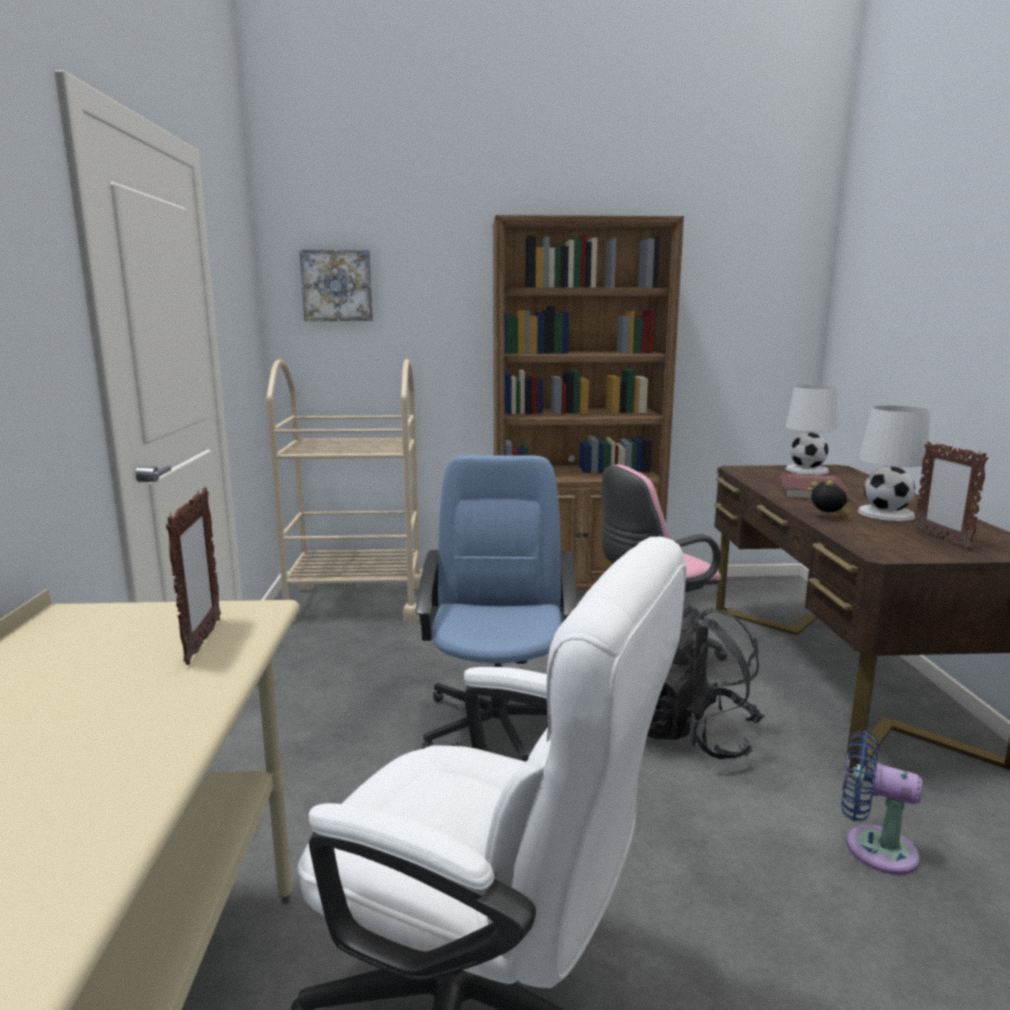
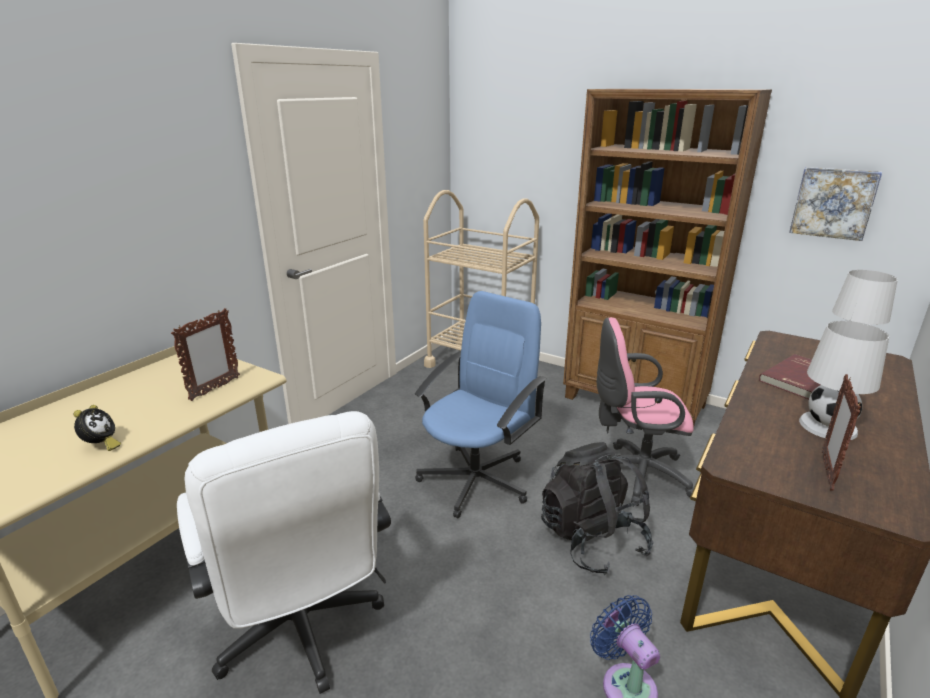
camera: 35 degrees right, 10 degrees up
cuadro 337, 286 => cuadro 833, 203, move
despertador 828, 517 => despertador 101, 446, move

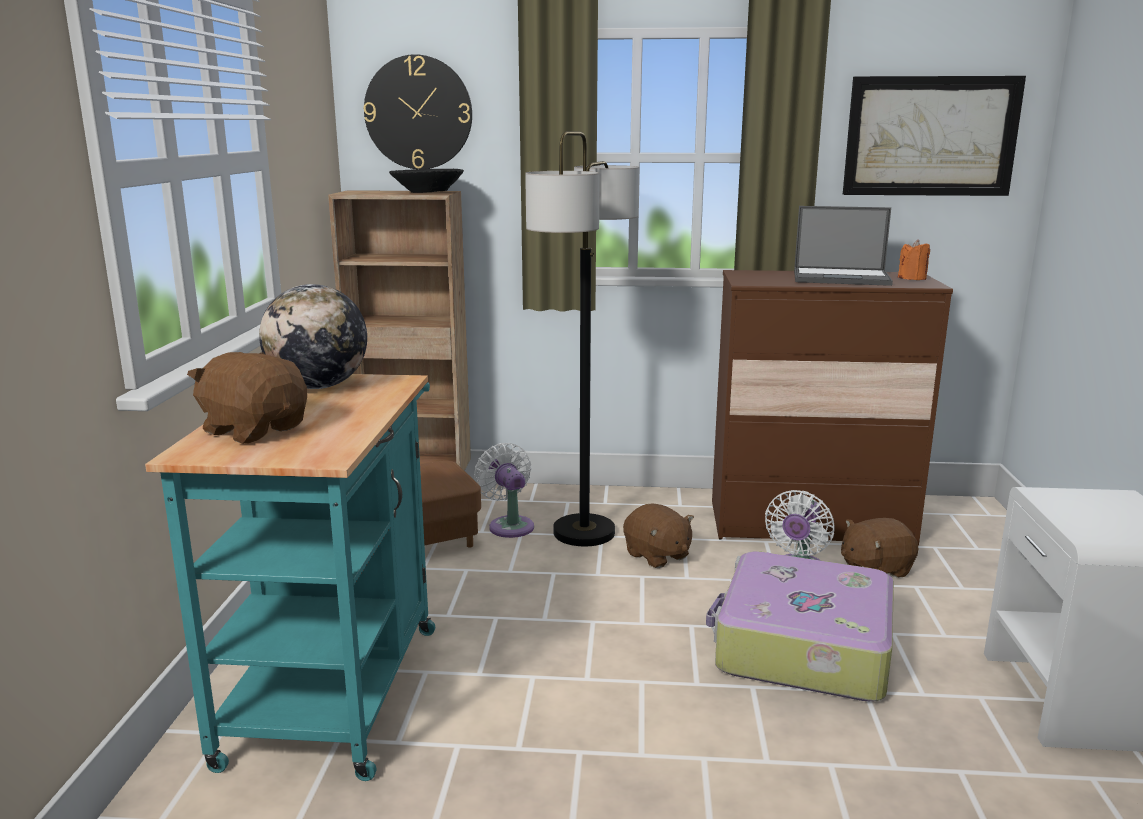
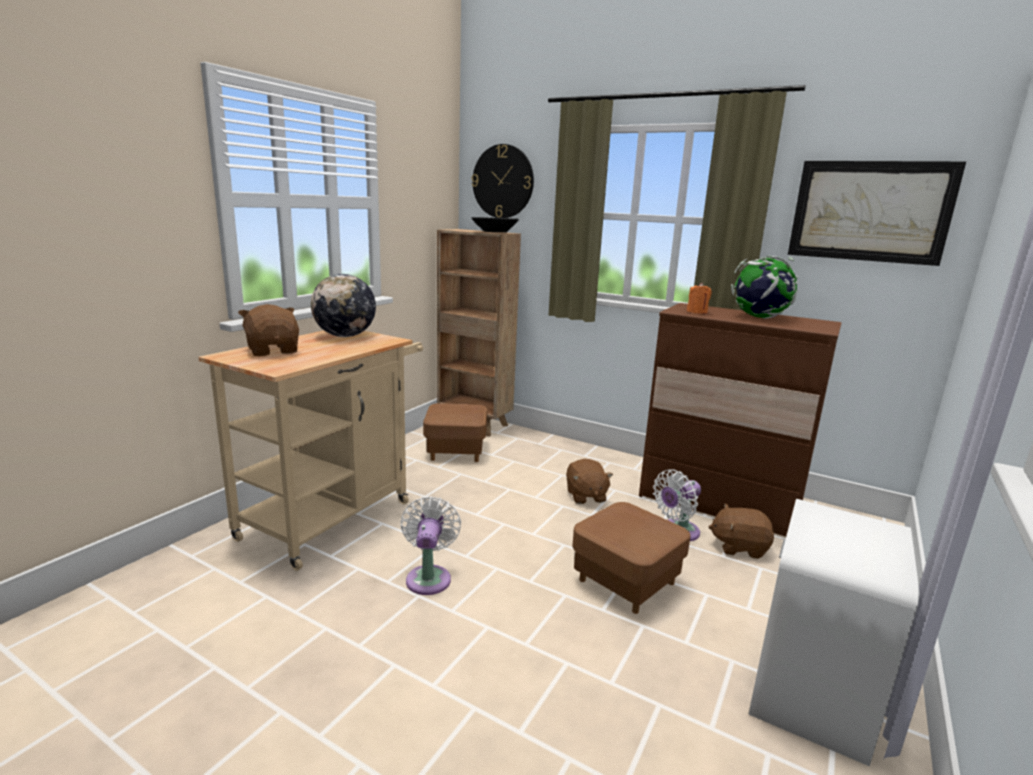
camera: 25 degrees right, 0 degrees up
lámpara de pie 584, 532 => nothing
portátil 842, 278 => globo terráqueo 759, 317
vela/naranja 912, 278 => vela/naranja 697, 312, move
carrito/turquesa 338, 682 => carrito/beis 334, 515
ventilador/blanco 509, 525 => ventilador/blanco 429, 577, move
maleta 801, 647 => puf/marrón 626, 581

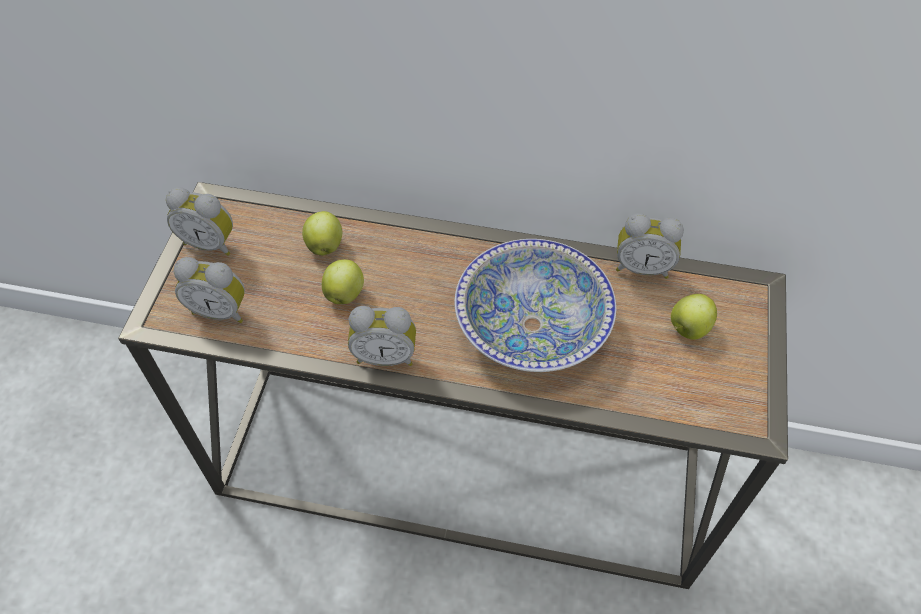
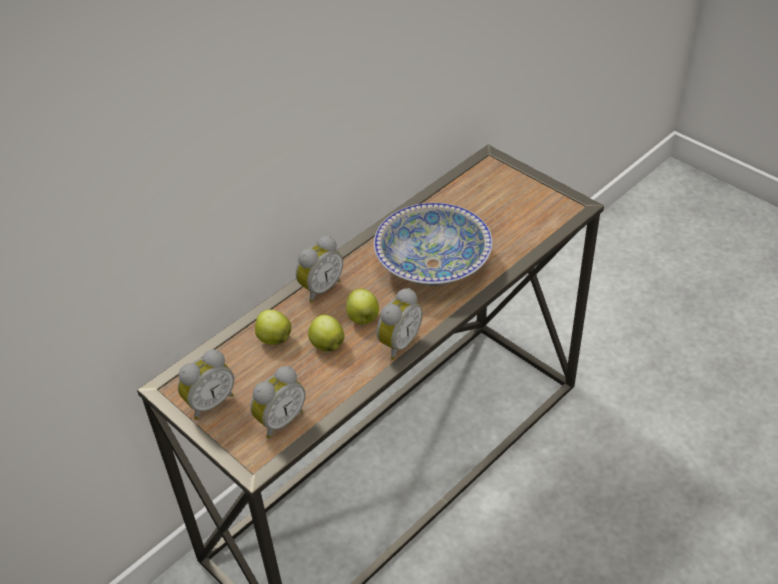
camera: 55 degrees left, 10 degrees down
despertador 642, 267 => despertador 320, 288, move
manzana 688, 329 => manzana 363, 319, move

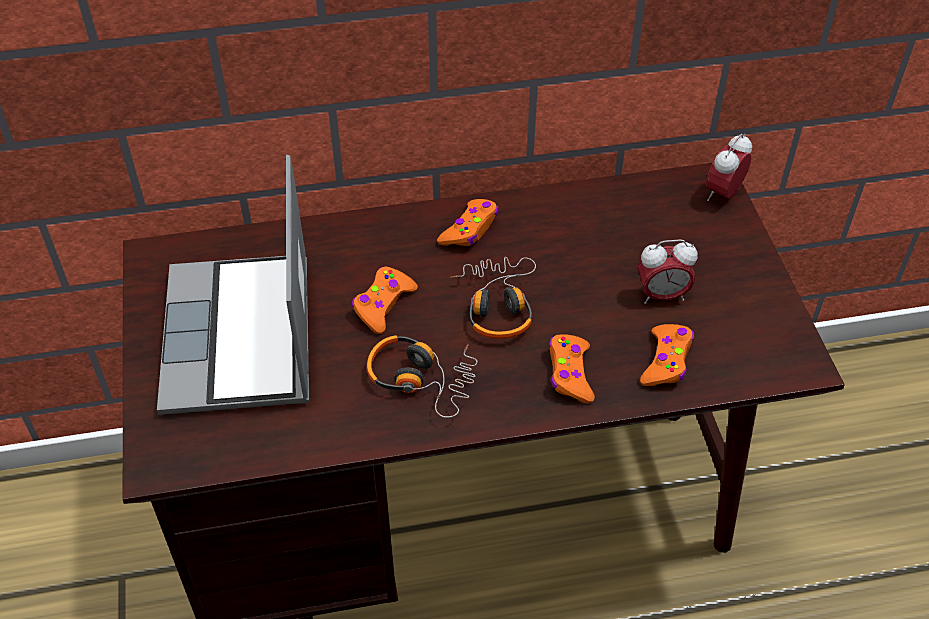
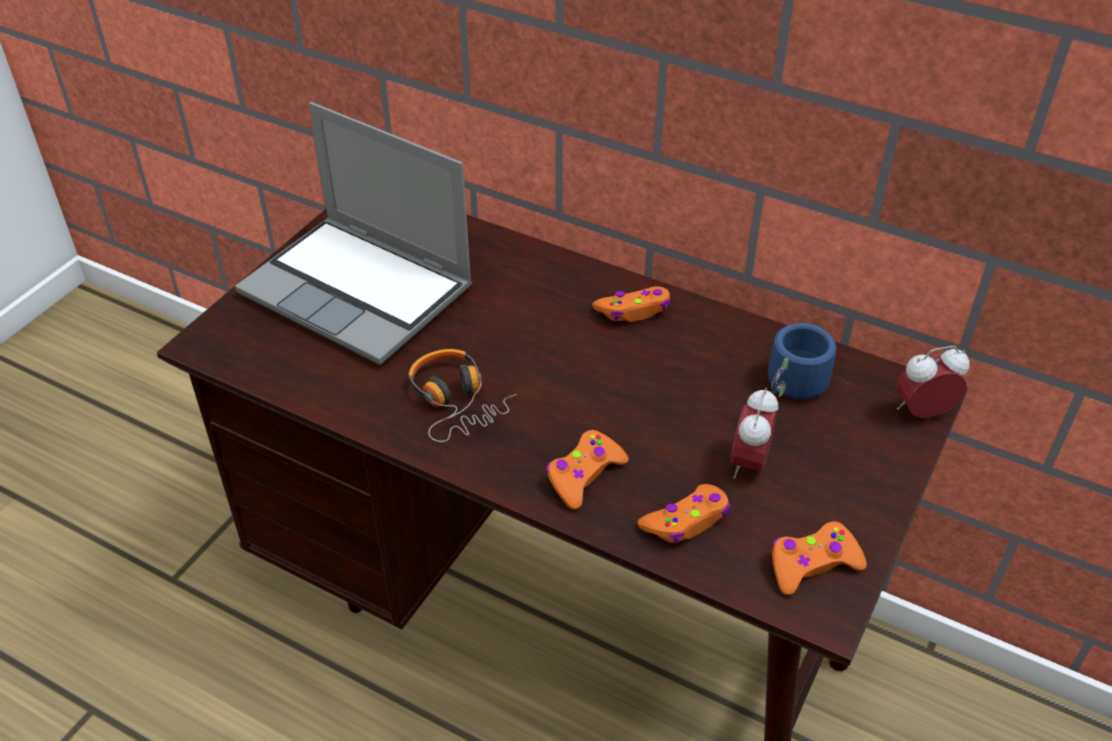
camera: 40 degrees right, 5 degrees down
portátil 242, 338 => portátil 360, 291, 90 degrees counterclockwise
despertador 662, 295 => despertador 749, 464, 75 degrees clockwise
auriculares 497, 305 => nothing
mando de consola/naranja 383, 305 => mando de consola/naranja 812, 564, move
nothing => taza grande/azul 796, 387

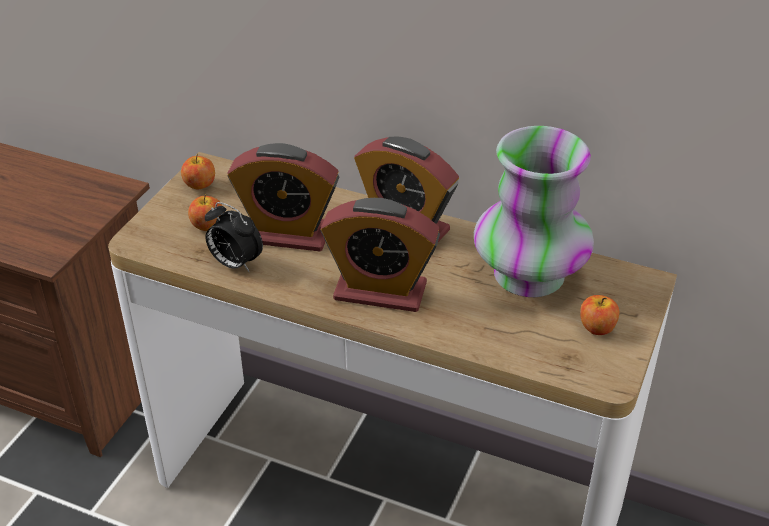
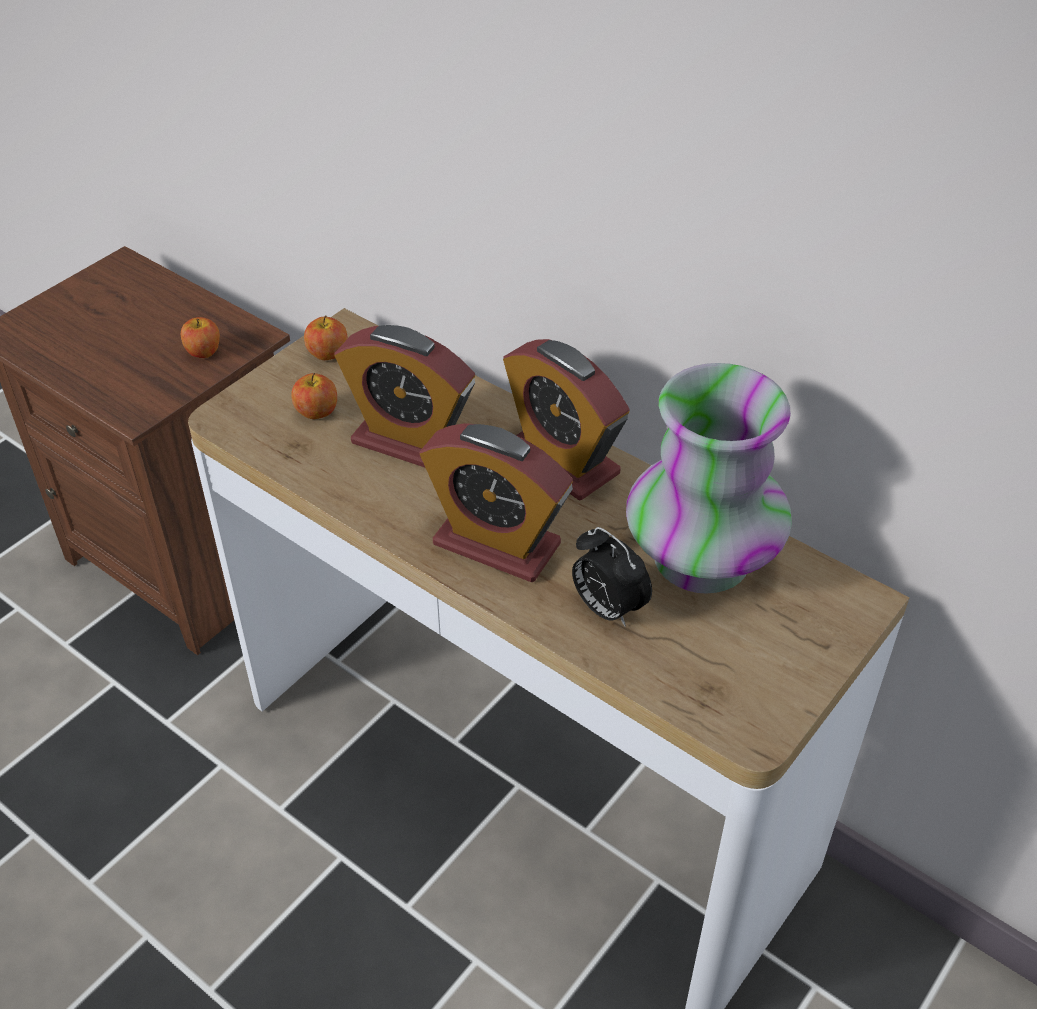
camera: 15 degrees right, 5 degrees up
despertador 235, 264 => despertador 607, 608, move
manzana 597, 328 => manzana 203, 351, move

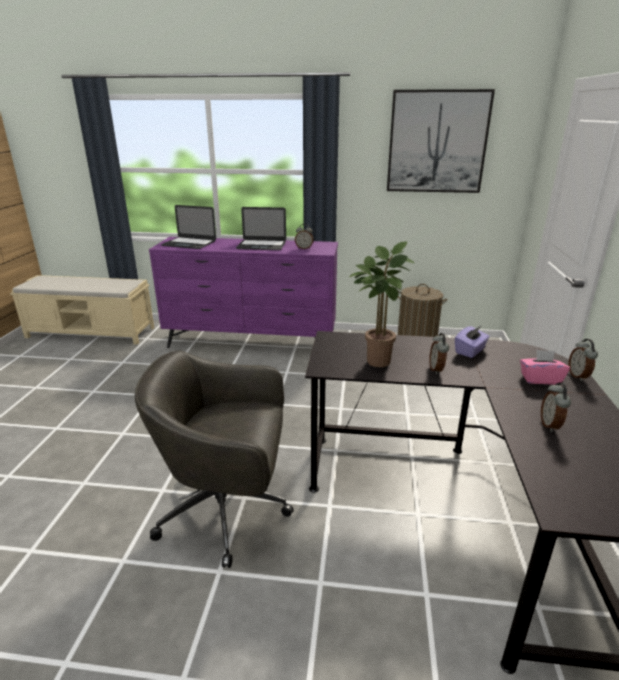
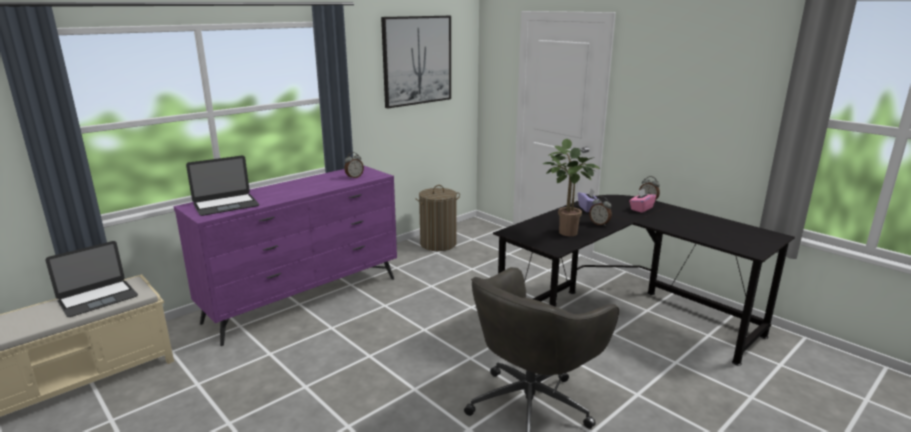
camera: 50 degrees left, 5 degrees down
portátil 261, 245 => portátil 98, 298, move
despertador 550, 425 => nothing

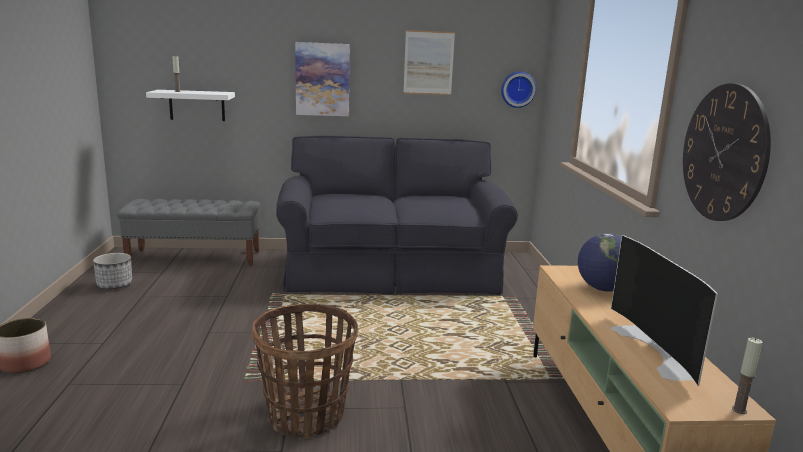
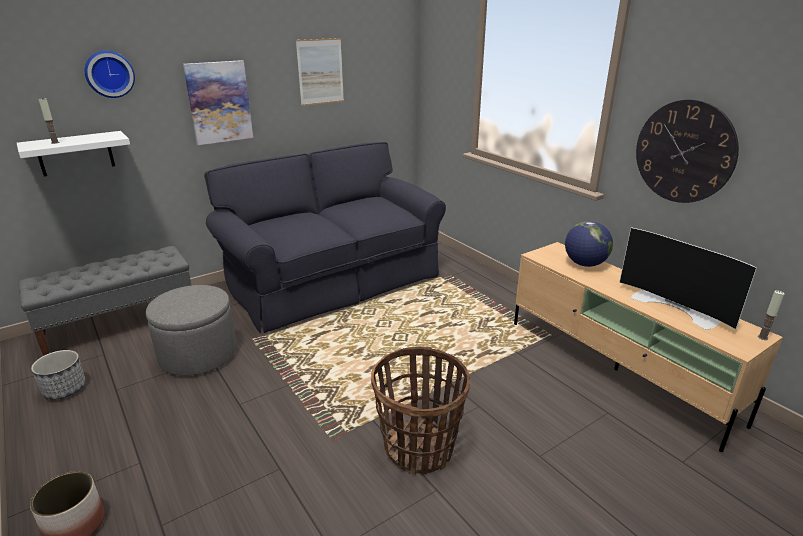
camera: 30 degrees left, 10 degrees up
reloj de pared 517, 89 => reloj de pared 109, 74, move
nothing => puf/gris 198, 354

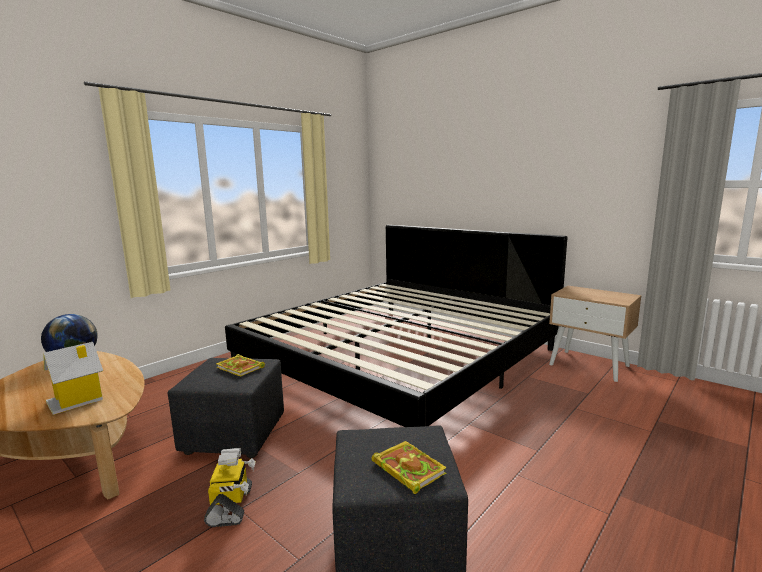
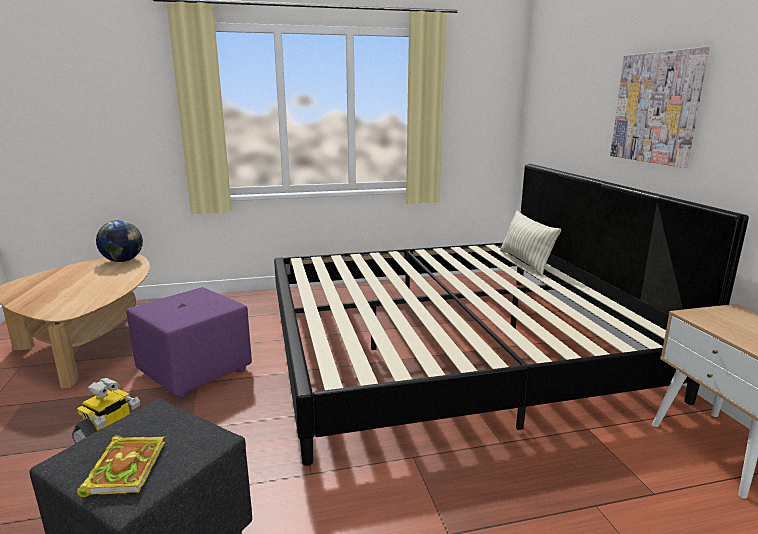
camera: 35 degrees right, 5 degrees up
casita 78, 400 => nothing
libro 241, 368 => nothing
puf/negro 235, 435 => puf/morado 196, 371
nothing => cuadro 656, 108
nothing => cojín 525, 262

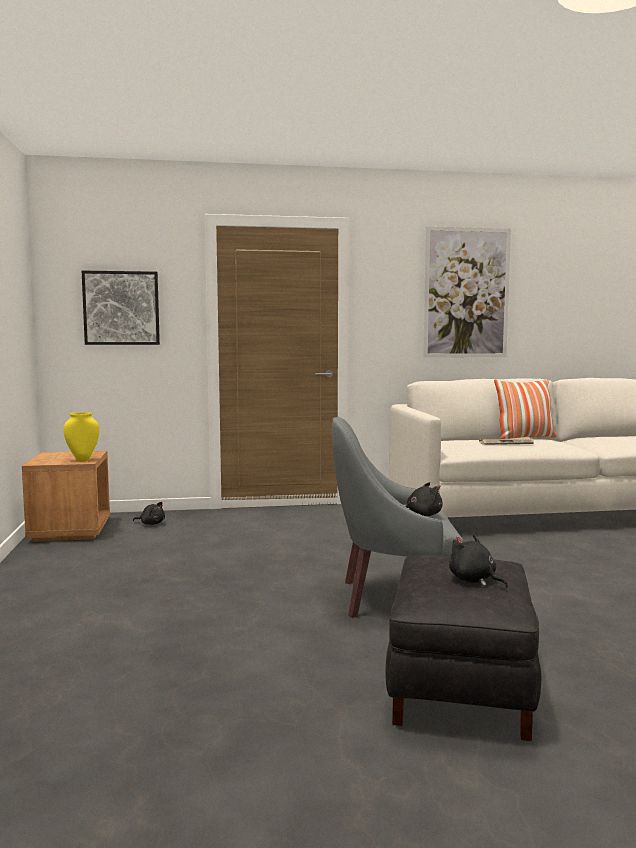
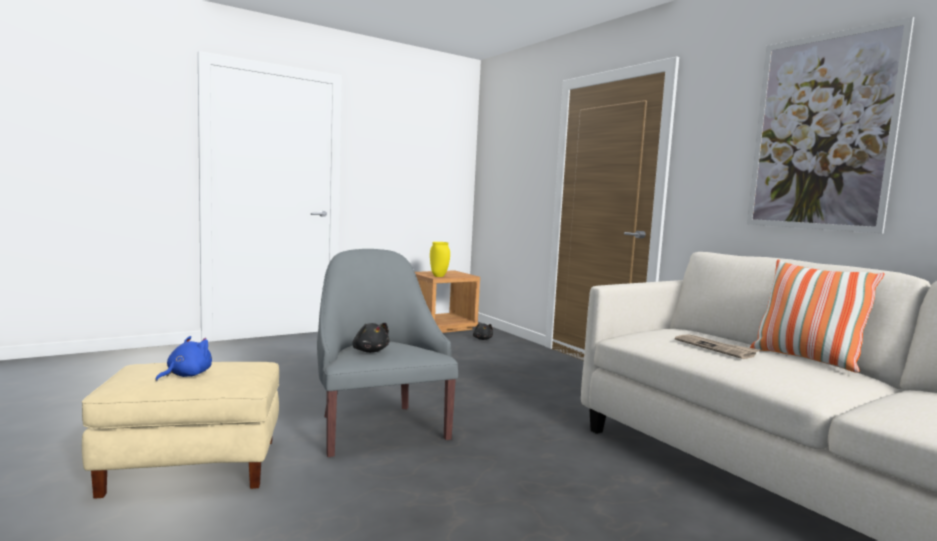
camera: 65 degrees right, 0 degrees up
cuadro 121, 308 => nothing
peluche/negro 474, 580 => peluche/azul 186, 375
puf/negro 459, 687 => puf/beis 194, 466

